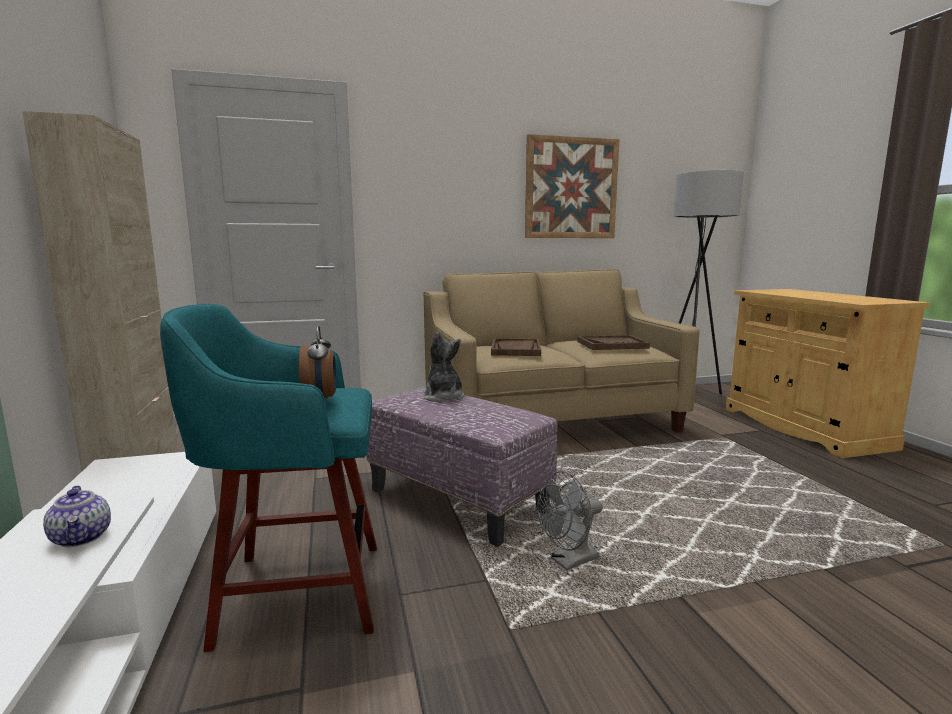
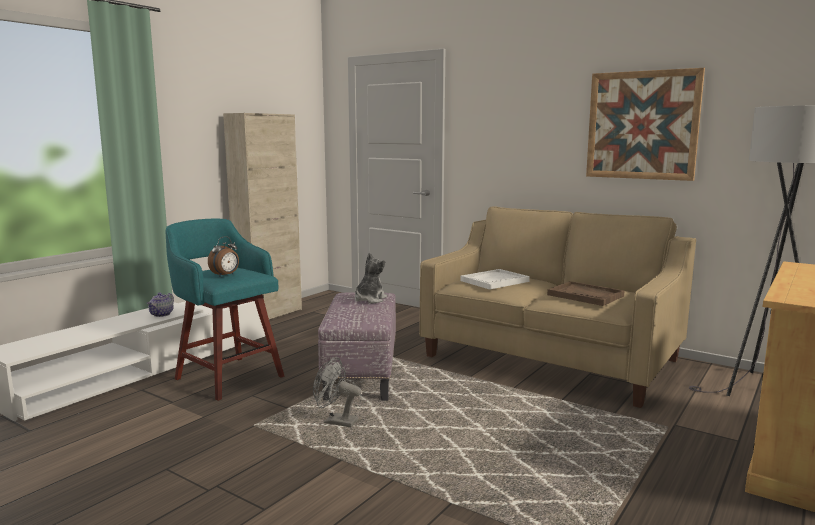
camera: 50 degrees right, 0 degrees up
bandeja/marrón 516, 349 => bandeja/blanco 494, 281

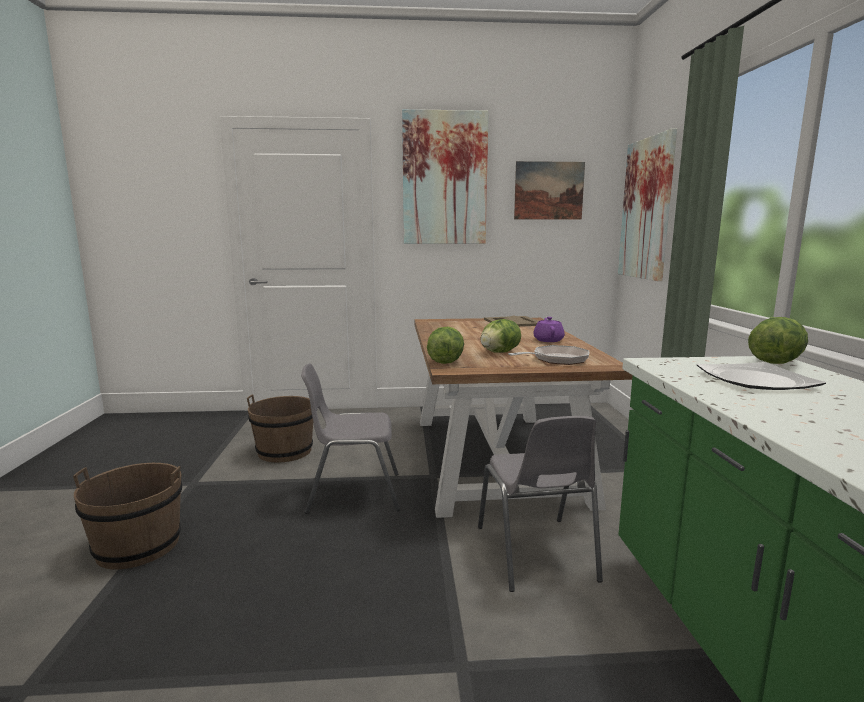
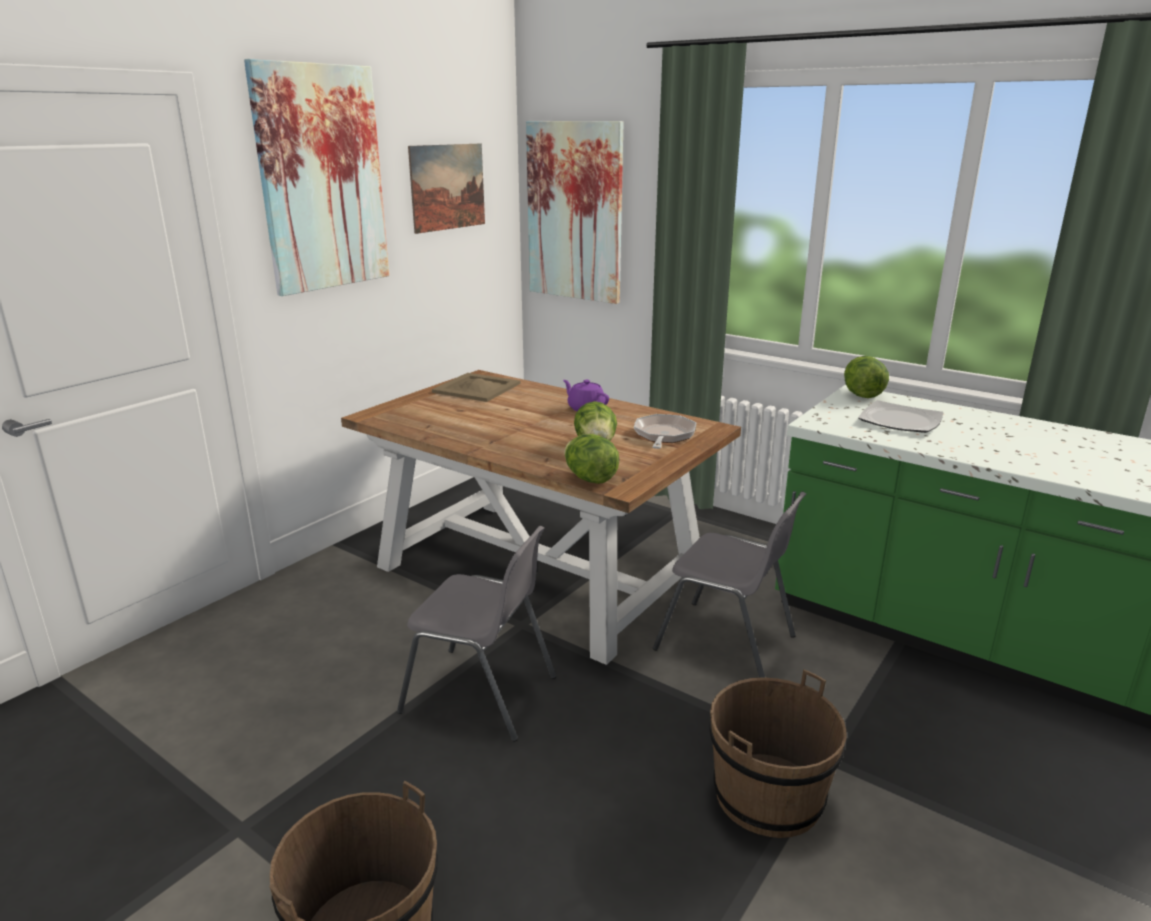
camera: 50 degrees left, 10 degrees up
silla/gris 353, 493 => silla/gris 481, 695, 105 degrees counterclockwise
cubo/marrón 284, 451 => cubo/marrón 768, 796, move

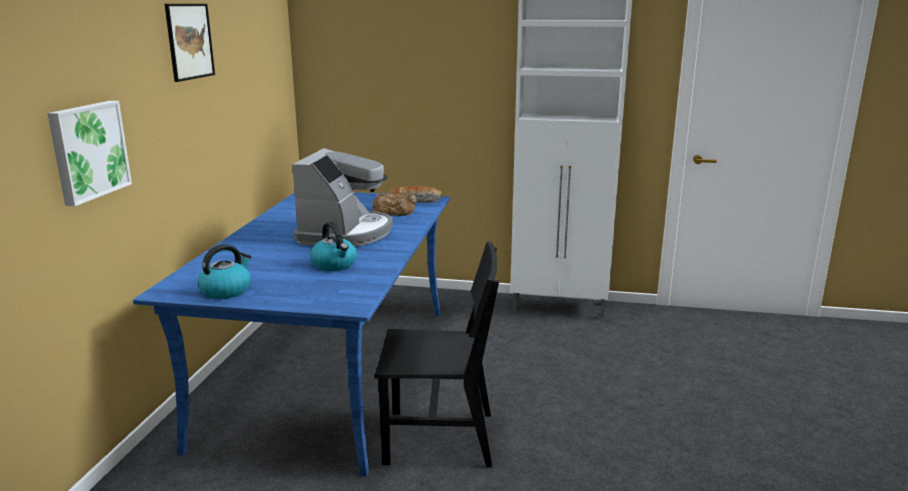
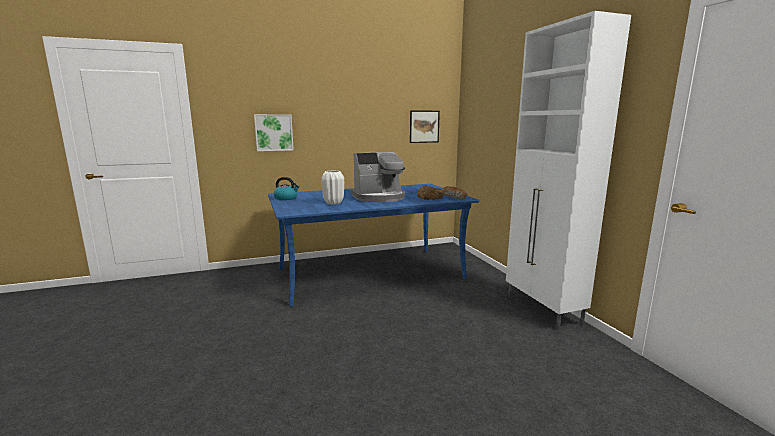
camera: 60 degrees right, 5 degrees down
cuadro 189, 41 => cuadro 424, 126, move
hervidor 334, 265 => florero/blanco 333, 203
silla/negro 439, 438 => nothing

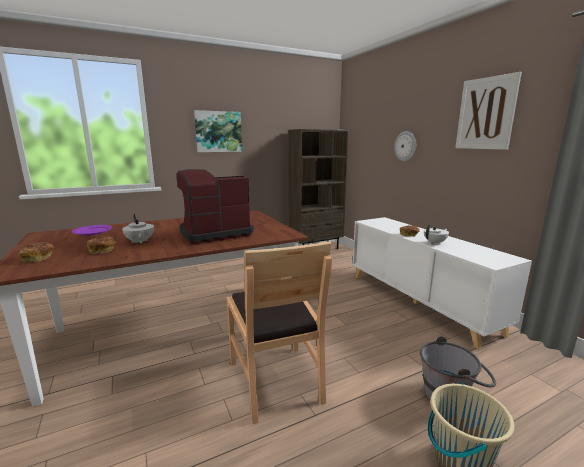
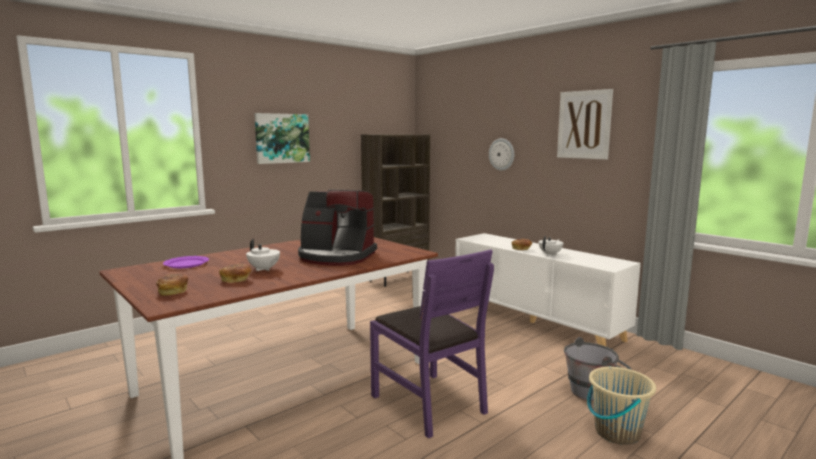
camera: 15 degrees left, 5 degrees down
cafetera 214, 233 => cafetera 336, 256, 120 degrees counterclockwise
silla/marrón 276, 380 => silla/morado 428, 403

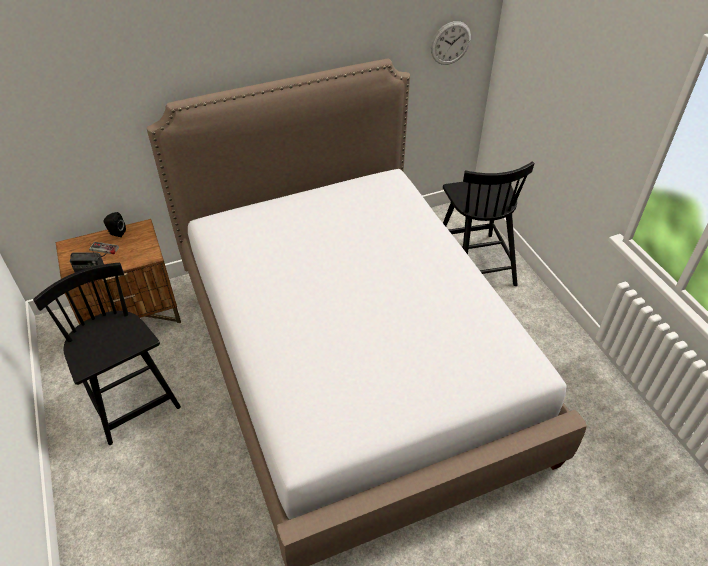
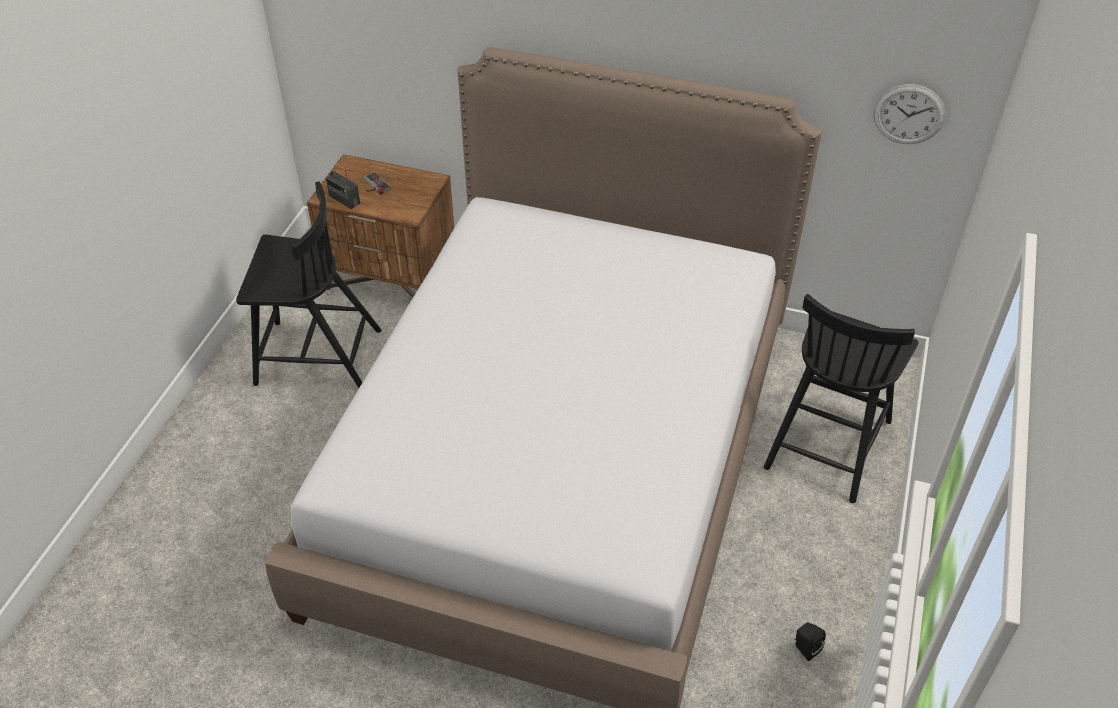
camera: 40 degrees right, 0 degrees up
altavoz/negro 116, 233 => altavoz/negro 805, 648, move
silla/negro 129, 396 => silla/negro 315, 356, 90 degrees clockwise

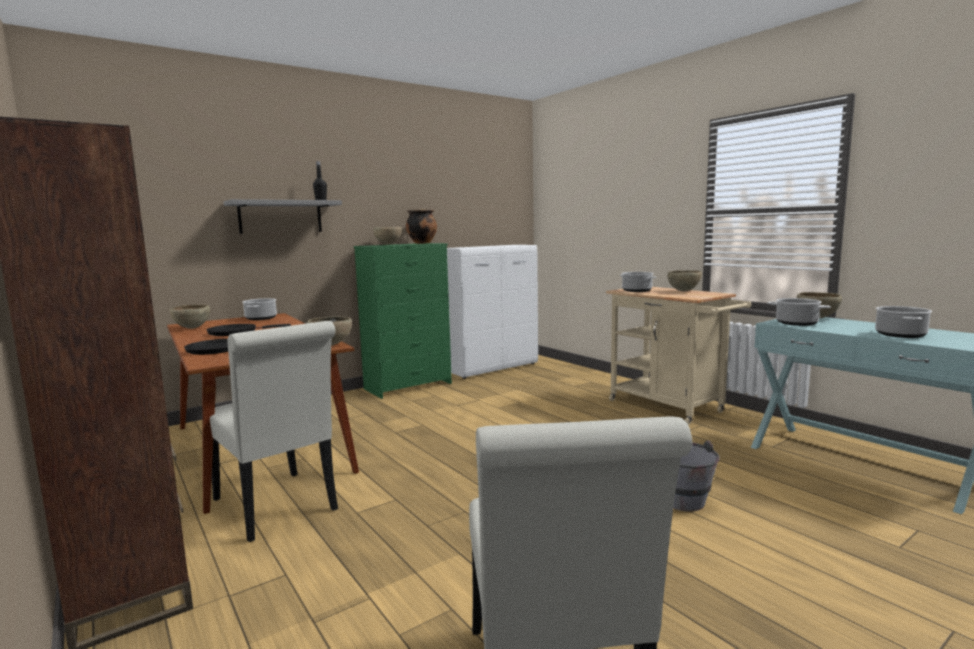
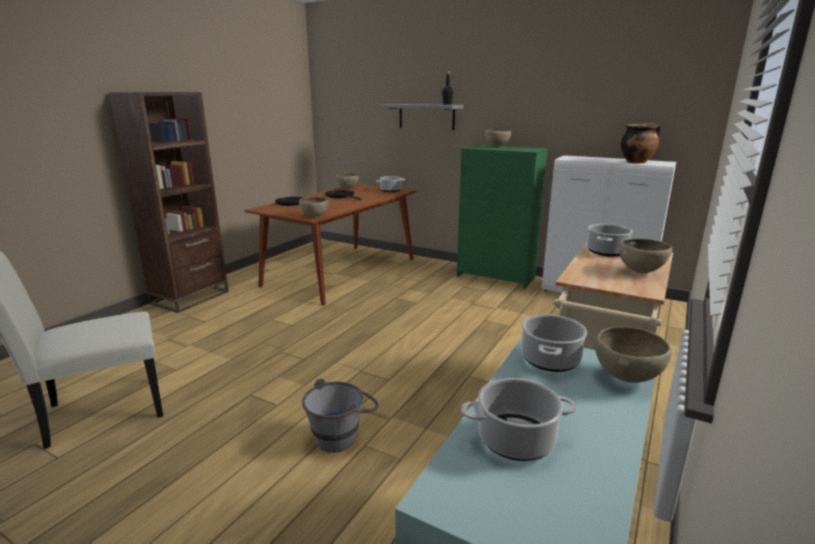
camera: 65 degrees right, 10 degrees up
olla 422, 243 => olla 636, 162, move
silla/blanco 278, 508 => nothing

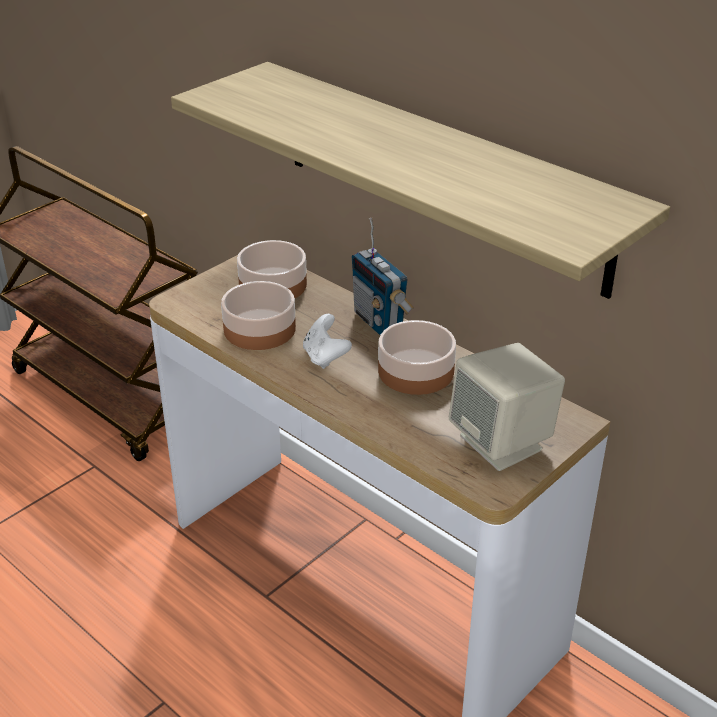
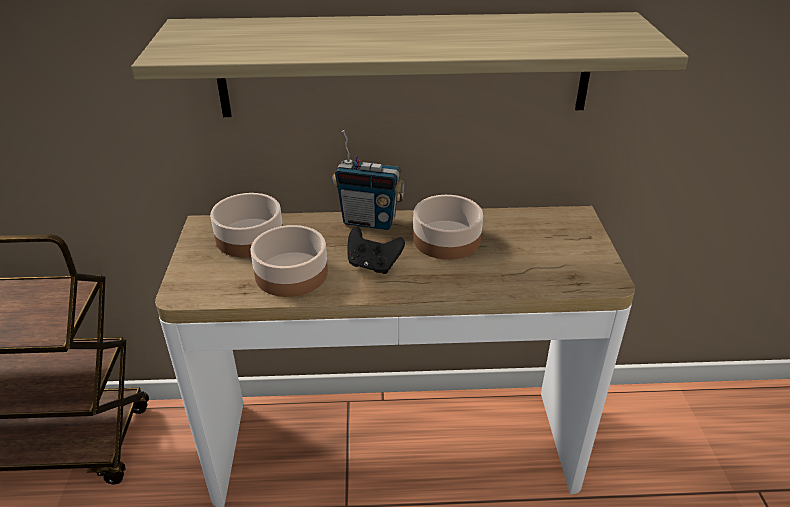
camera: 45 degrees left, 0 degrees up
mando de consola/blanco 325, 357 => mando de consola/negro 373, 265
altavoz/beis 502, 443 => nothing

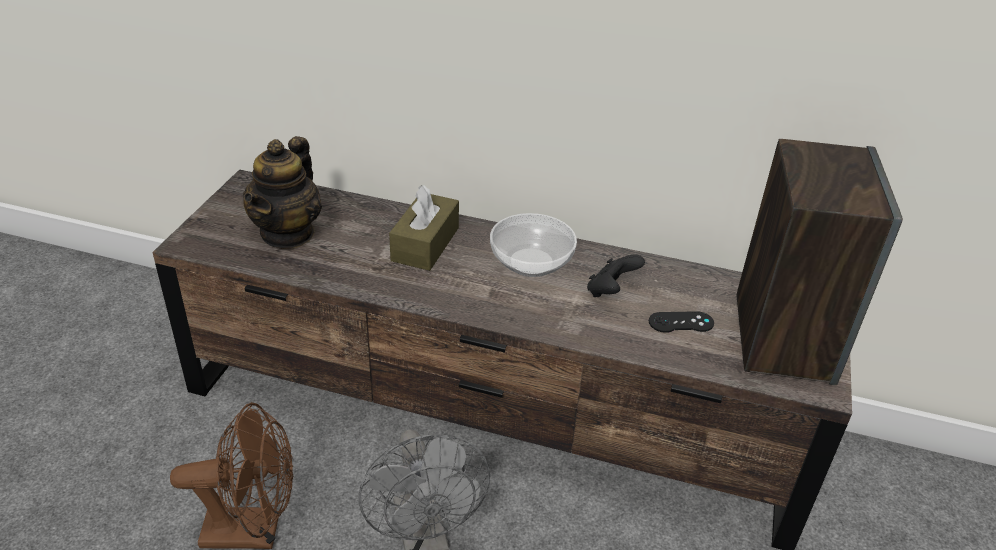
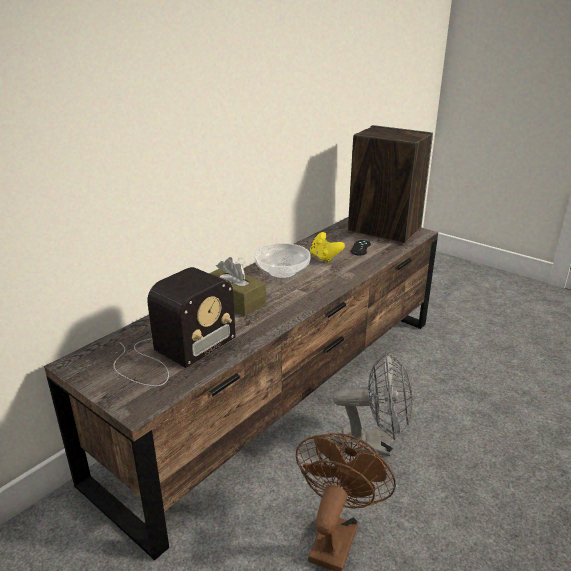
camera: 65 degrees left, 10 degrees down
tetera 288, 233 => radio 171, 353
mando de consola/negro 611, 291 => mando de consola/amarillo 324, 258

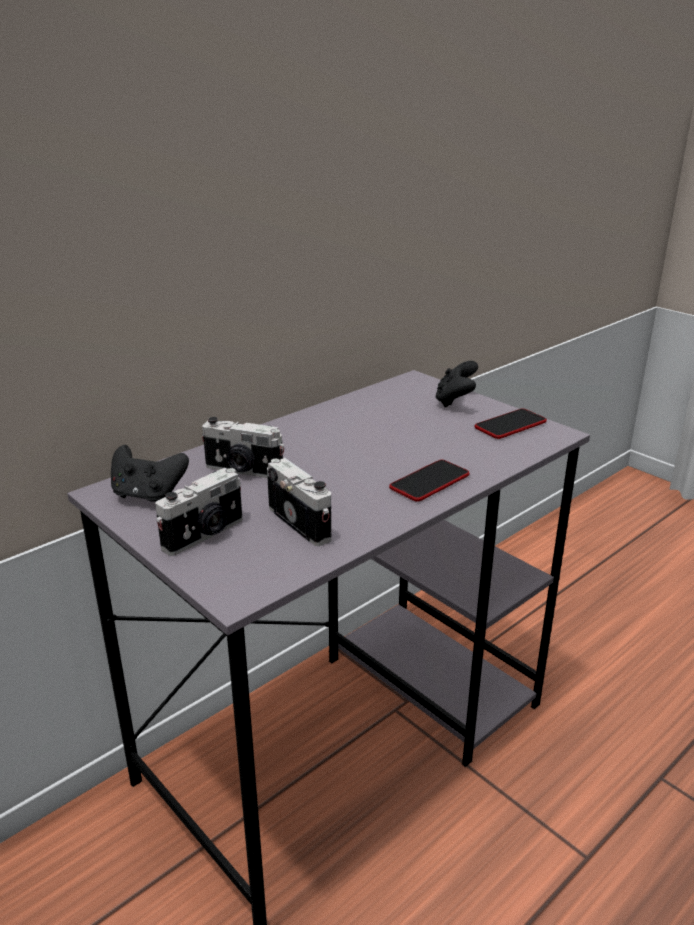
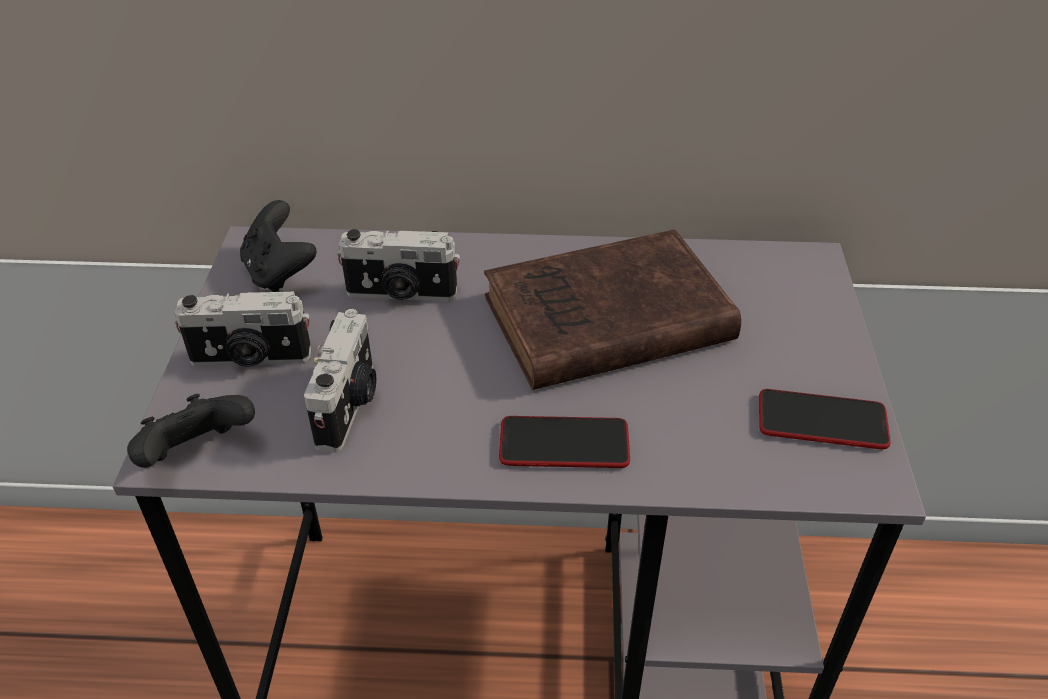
camera: 45 degrees right, 15 degrees up
mando de consola/negro 455, 401 => mando de consola/negro 197, 454, move
cámara 243, 471 => cámara 401, 294, 60 degrees counterclockwise
nothing => libro/marrón 601, 321

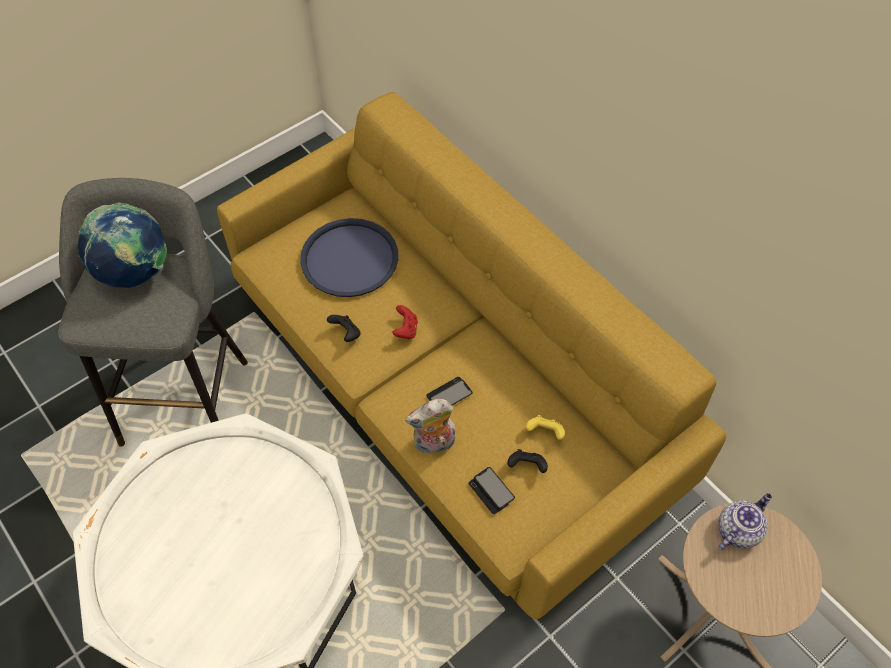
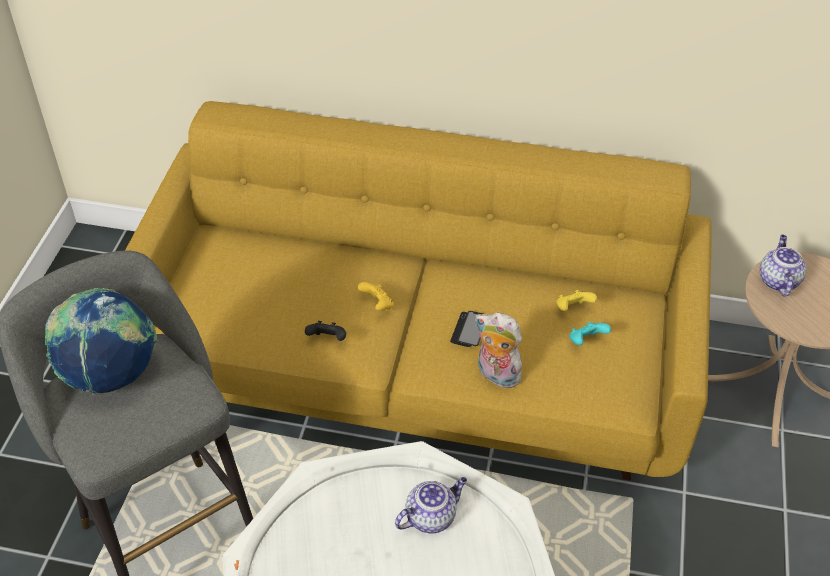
camera: 40 degrees left, 10 degrees down
bandeja/azul 350, 259 => nothing
mando de consola/rojo 406, 330 => mando de consola/amarillo 377, 305
peluche 434, 444 => peluche 495, 375, 90 degrees clockwise
mando de consola/negro 527, 466 => mando de consola/turquesa 586, 341
móvil 491, 491 => nothing
nothing => tetera 431, 516

